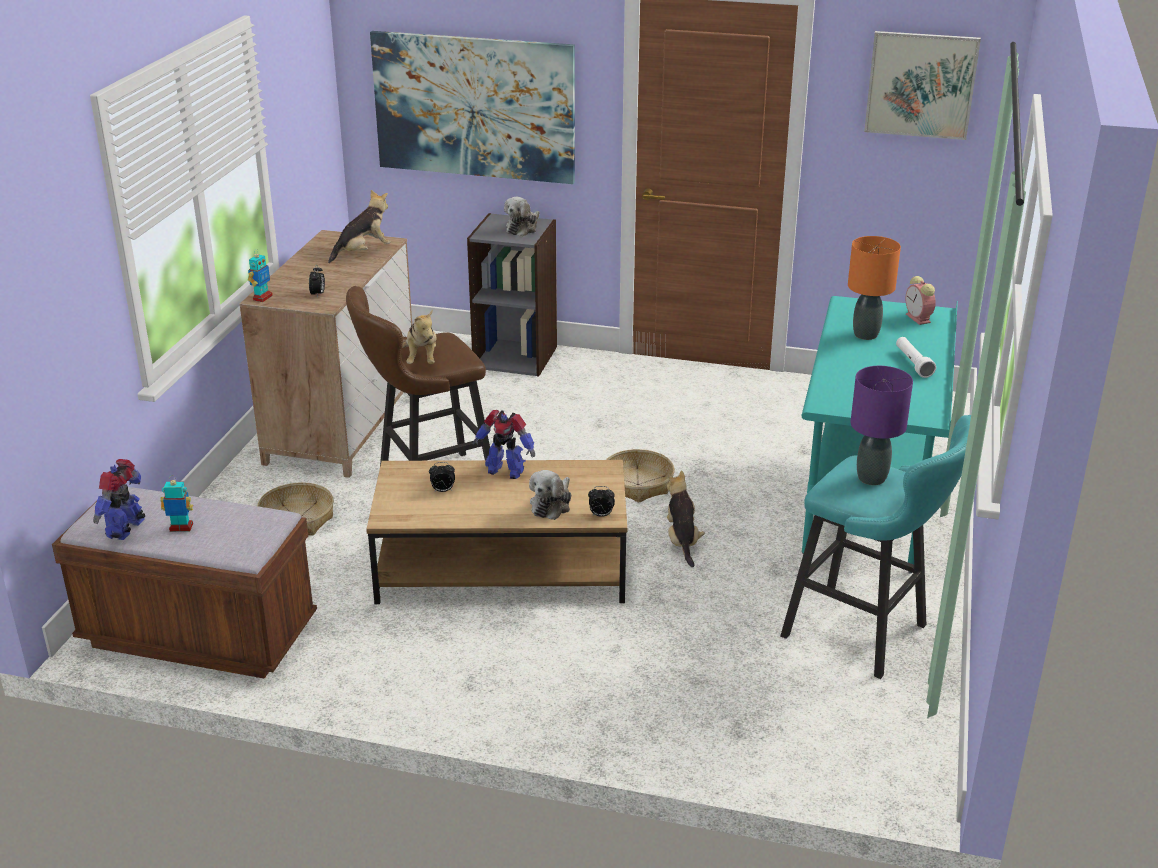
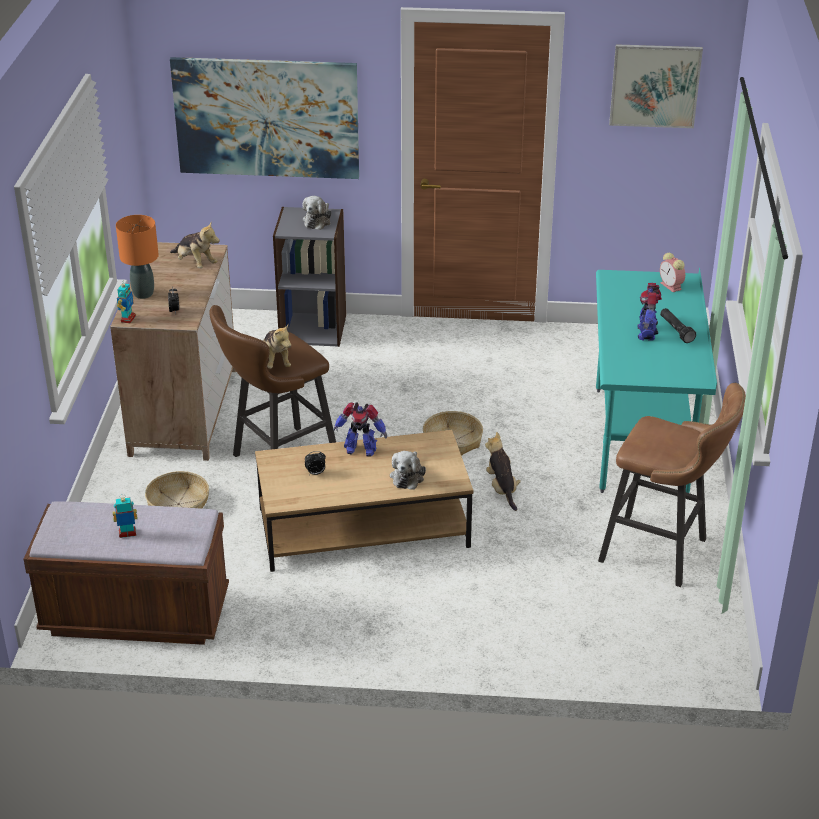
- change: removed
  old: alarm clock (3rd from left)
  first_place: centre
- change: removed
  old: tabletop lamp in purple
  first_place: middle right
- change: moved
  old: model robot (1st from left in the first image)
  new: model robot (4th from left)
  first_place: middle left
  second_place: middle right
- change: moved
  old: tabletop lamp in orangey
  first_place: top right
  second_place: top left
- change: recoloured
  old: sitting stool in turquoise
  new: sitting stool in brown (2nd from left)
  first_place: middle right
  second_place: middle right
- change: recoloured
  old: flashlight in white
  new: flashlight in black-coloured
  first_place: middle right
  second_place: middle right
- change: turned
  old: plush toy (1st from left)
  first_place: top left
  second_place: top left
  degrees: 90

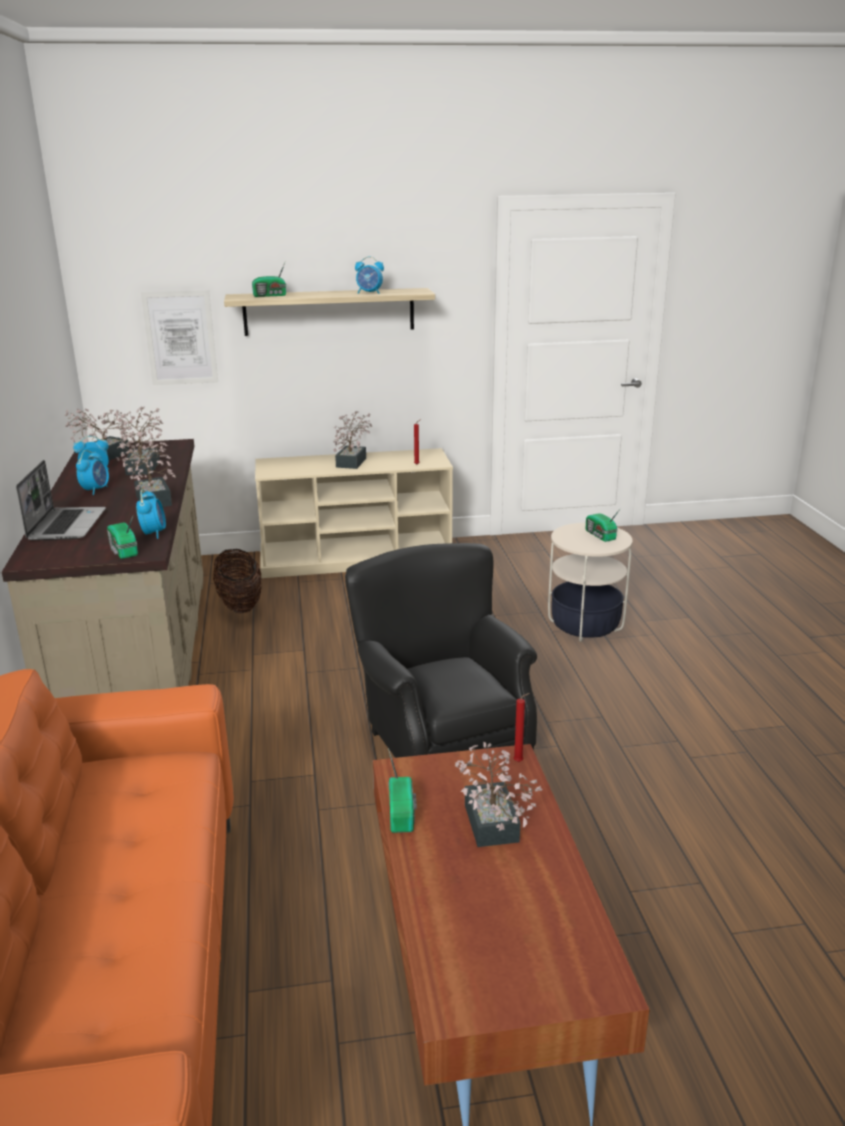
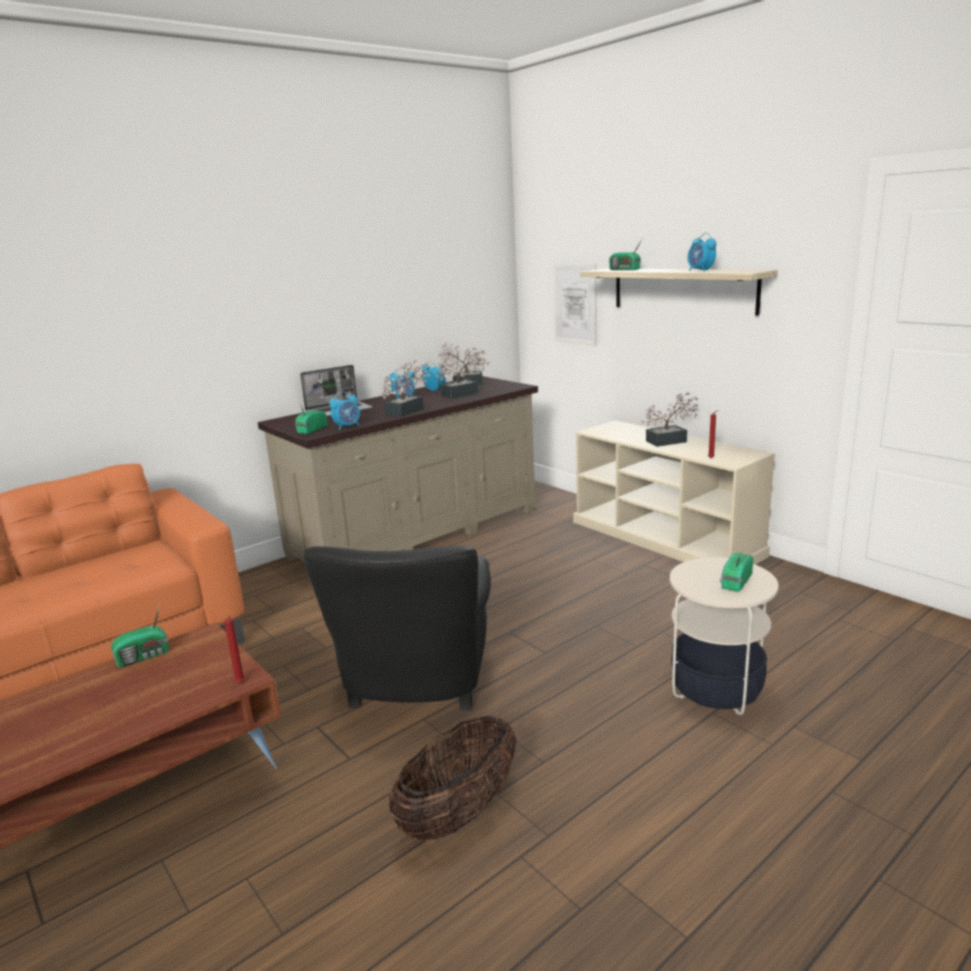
- change: removed
  old: potted plant (5th from left)
  first_place: bottom centre
- change: moved
  old: basket
  first_place: middle left
  second_place: bottom centre
- change: turned
  old: lounge chair in black-coloured
  first_place: centre
  second_place: centre
  degrees: 150

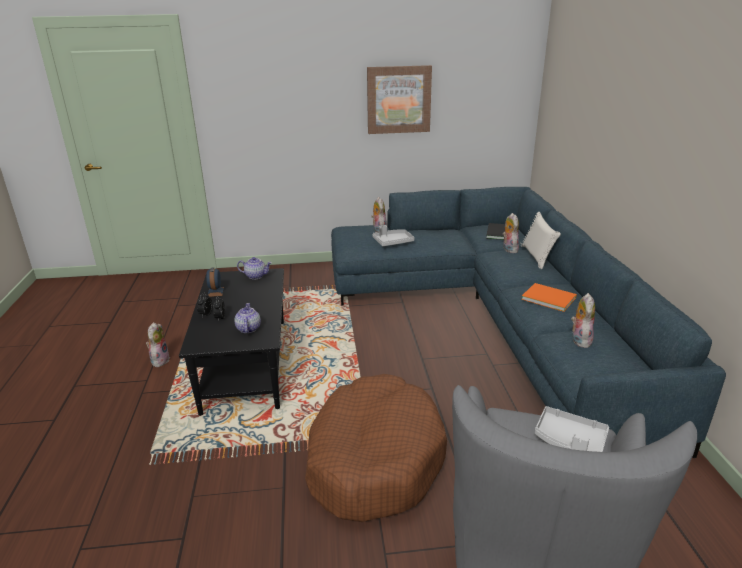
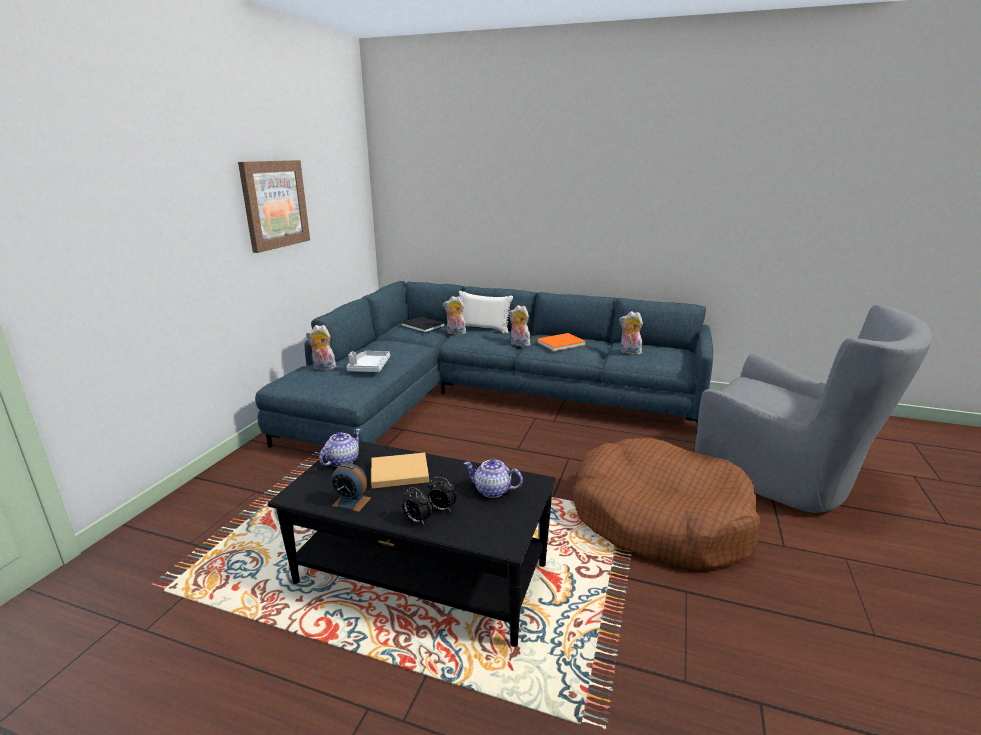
- change: removed
  old: serving tray in greyish (2nd from left)
  first_place: bottom right
- change: added
  new: volume in beige-coloured
  second_place: centre
- change: moved
  old: plush toy (1st from left in the first image)
  new: plush toy (3rd from left)
  first_place: middle left
  second_place: centre

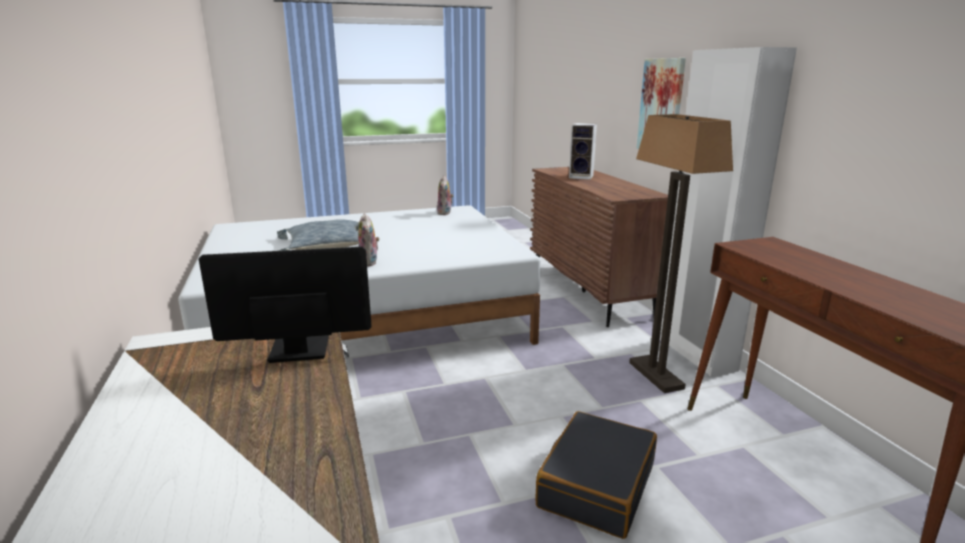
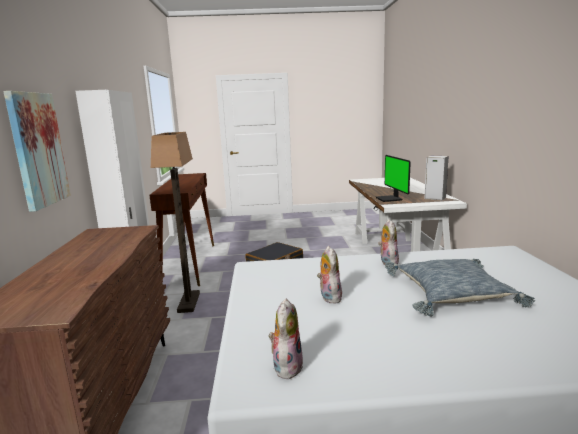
- change: added
  new: plush toy (2nd from left)
  second_place: centre
- change: moved
  old: speaker
  first_place: top centre
  second_place: middle right
- change: turned
  old: computer screen
  first_place: middle left
  second_place: middle right
  degrees: 75

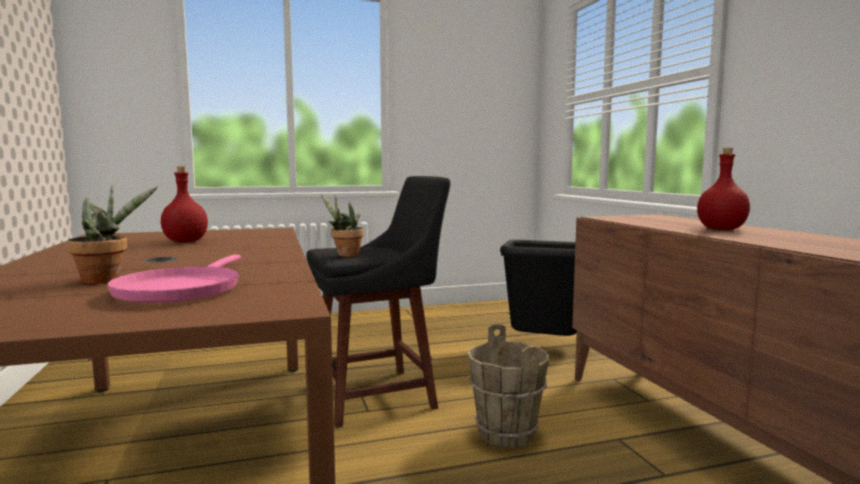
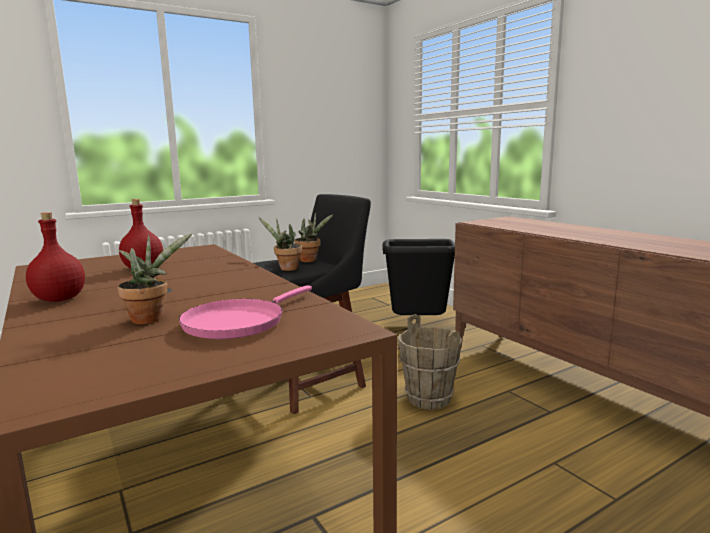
- change: added
  new: potted plant (3rd from left)
  second_place: centre
- change: moved
  old: drink bottle in reddish (2nd from left in the first image)
  new: drink bottle in reddish (1st from left)
  first_place: middle right
  second_place: middle left
- change: turned
  old: pan in pinkish
  first_place: middle left
  second_place: centre
  degrees: 45

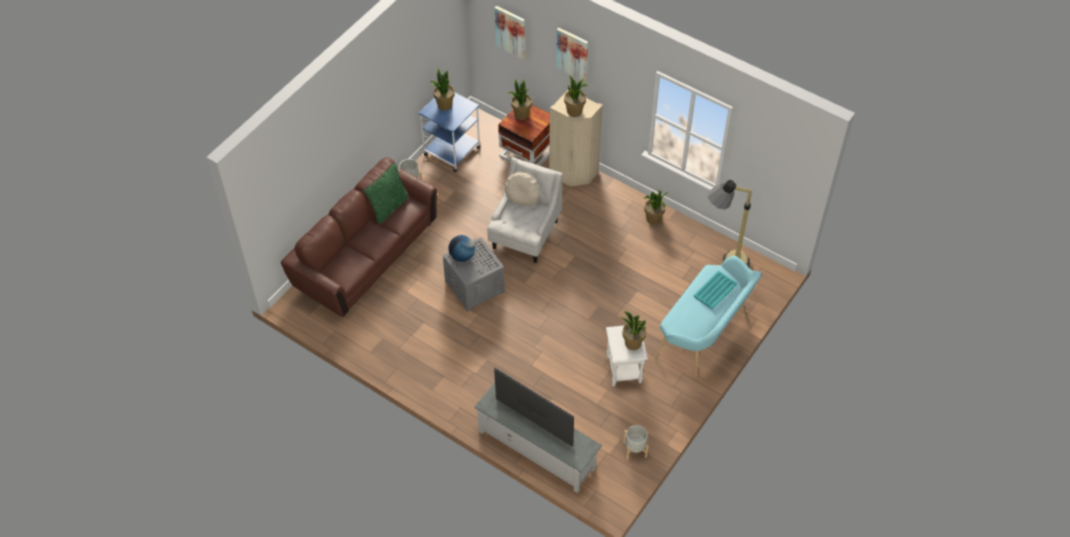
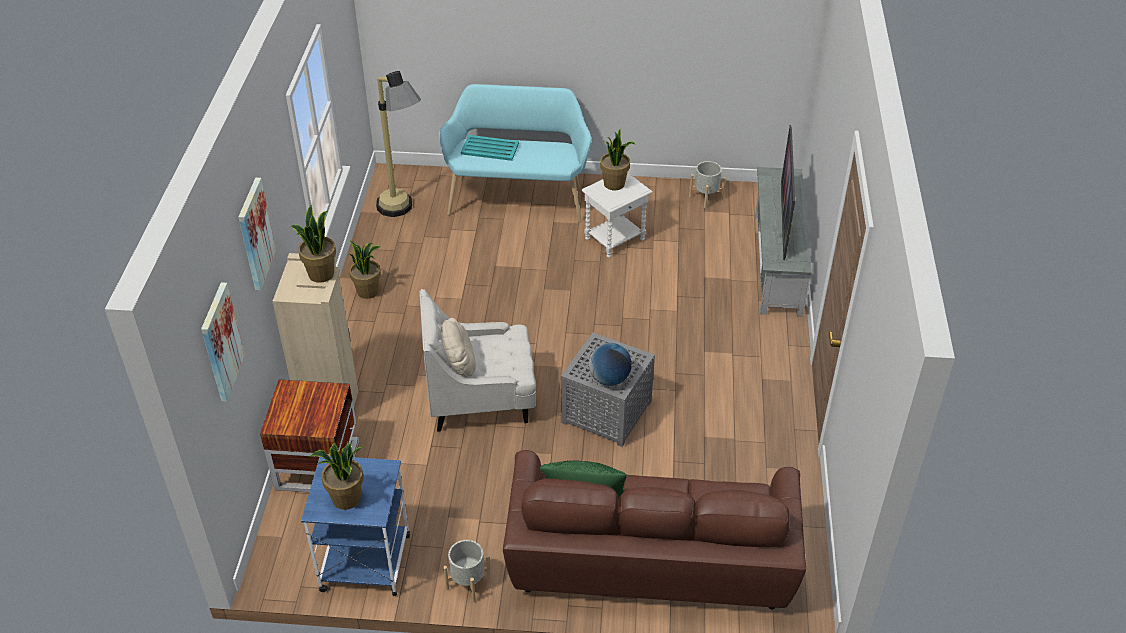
- change: removed
  old: potted plant (2nd from left)
  first_place: top centre

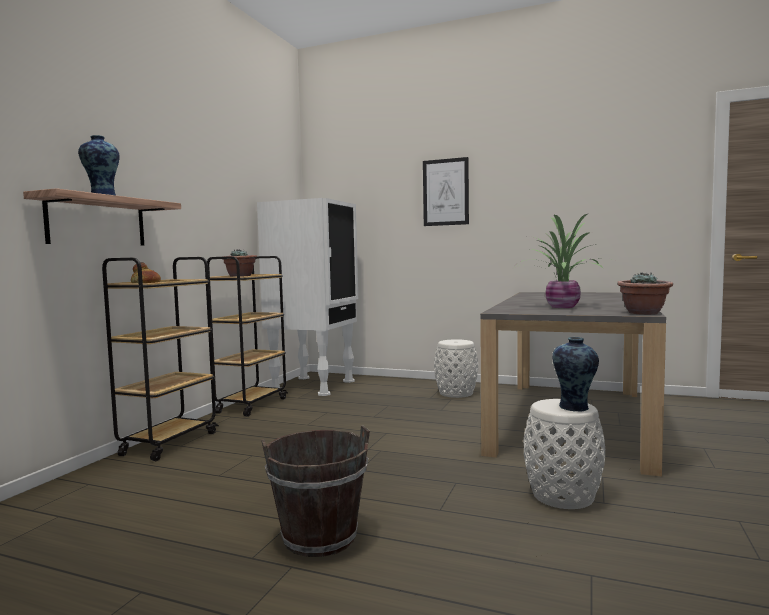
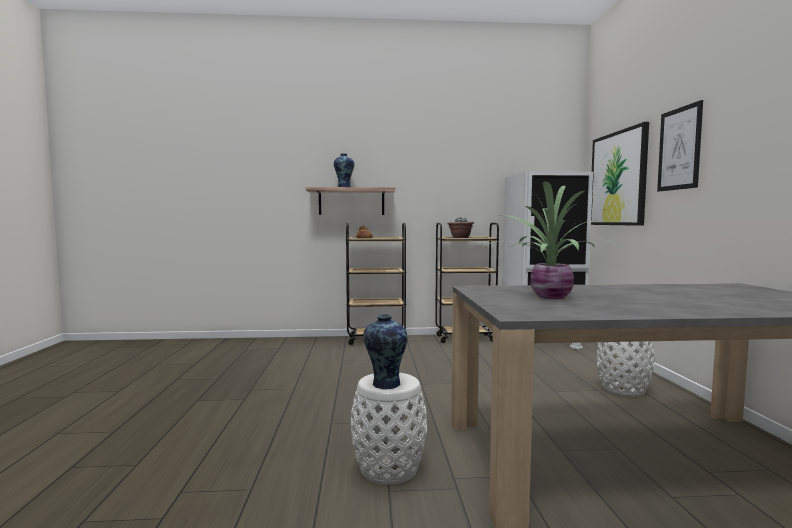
- change: removed
  old: bucket in brown
  first_place: bottom centre
- change: removed
  old: potted plant (3rd from left)
  first_place: middle right
- change: added
  new: wall art (1st from left)
  second_place: top right

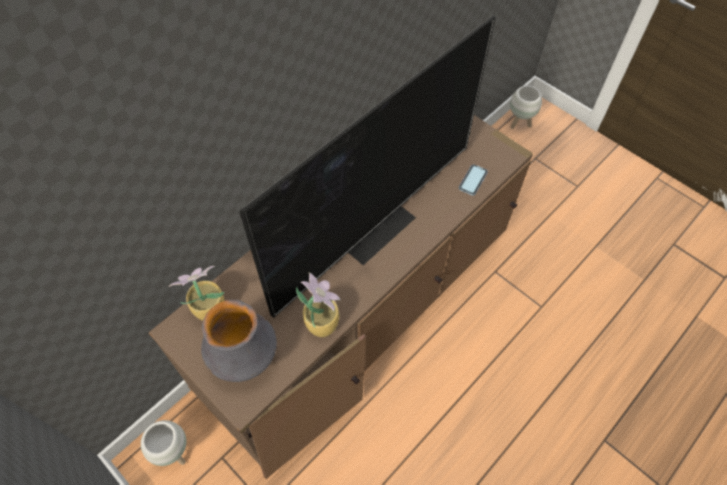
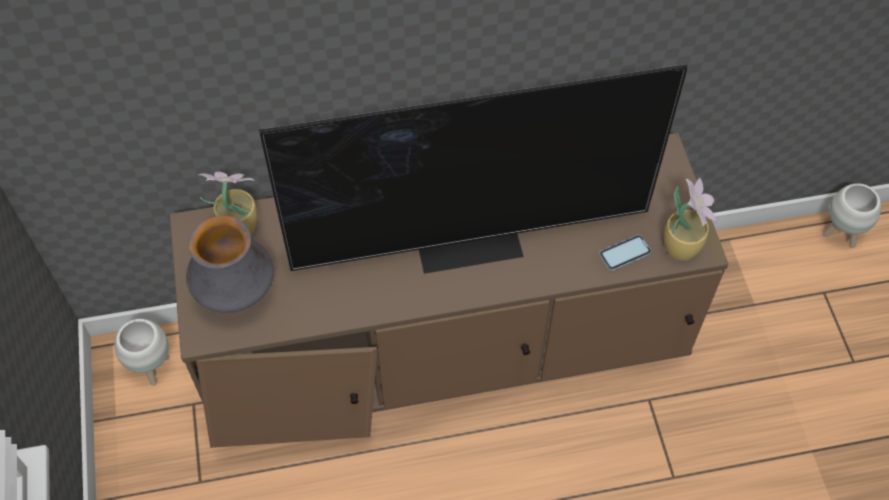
- change: moved
  old: potted plant (2nd from left)
  first_place: centre
  second_place: middle right

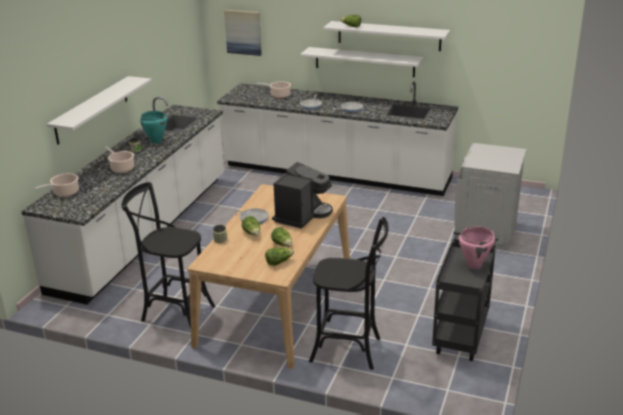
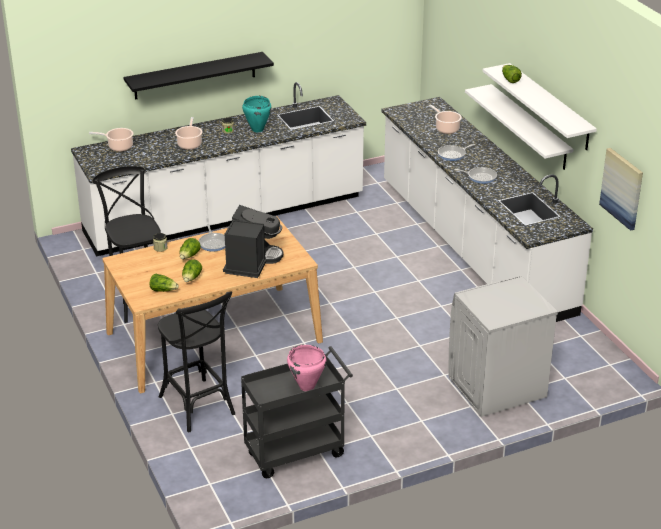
- change: moved
  old: wall art
  first_place: top centre
  second_place: middle right
- change: recoloured
  old: shelf in white (1st from left)
  new: shelf in black-coloured
  first_place: top left
  second_place: top left
- change: turned
  old: coffee machine
  first_place: centre
  second_place: centre
  degrees: -60

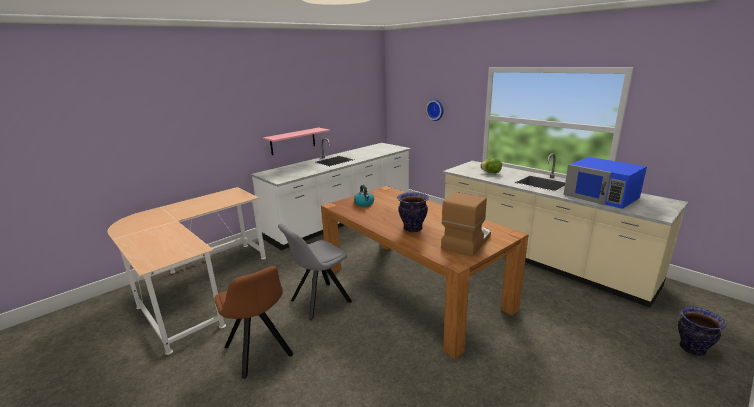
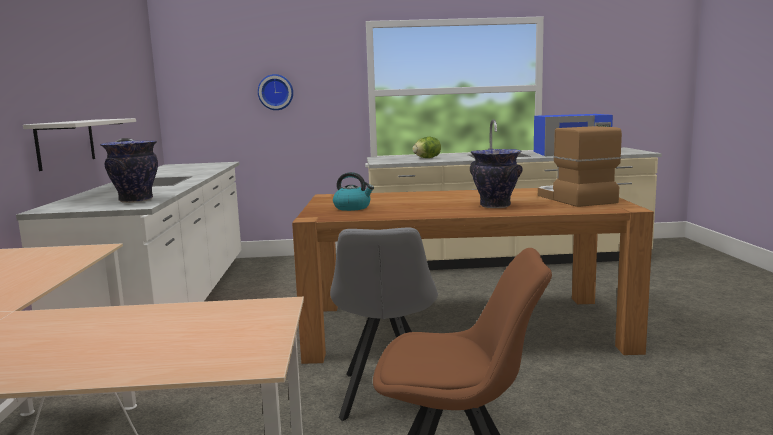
- change: moved
  old: flower vase (2nd from left in the first image)
  new: flower vase (1st from left)
  first_place: bottom right
  second_place: middle left
- change: recoloured
  old: shelf in pinkish
  new: shelf in white
  first_place: centre
  second_place: top left

